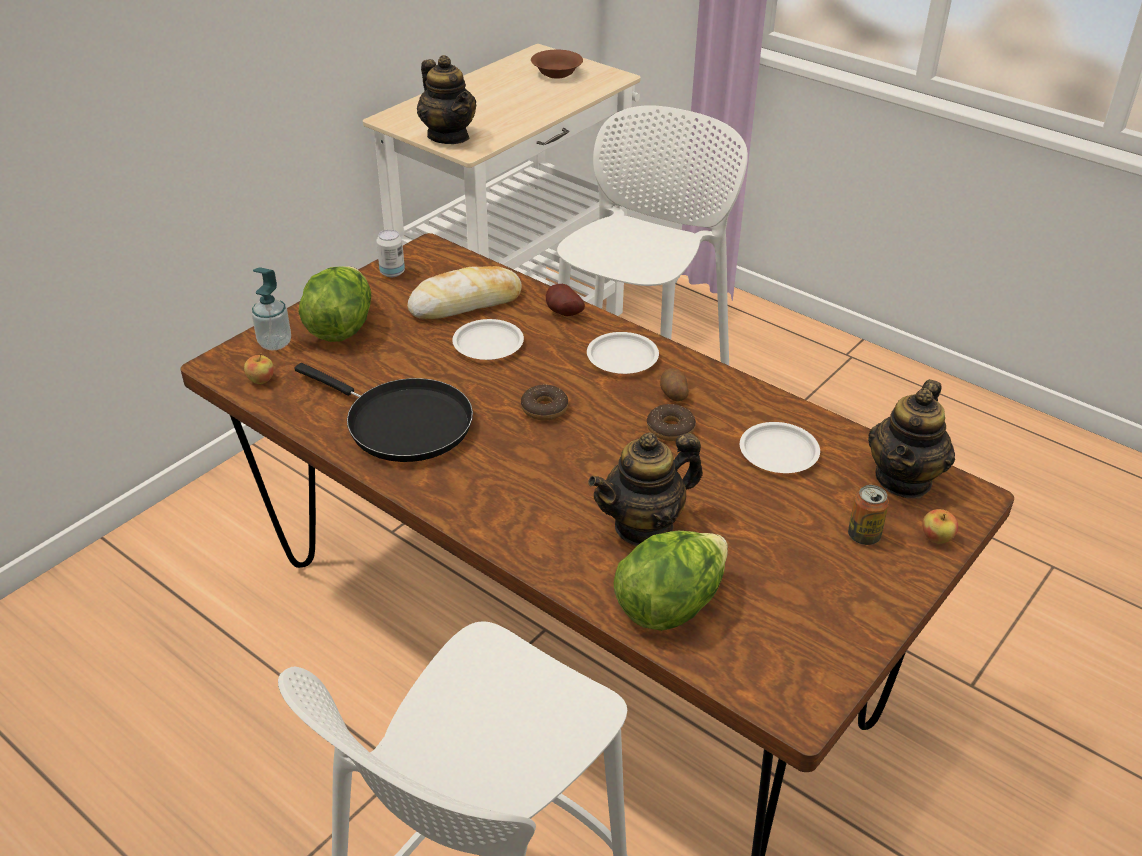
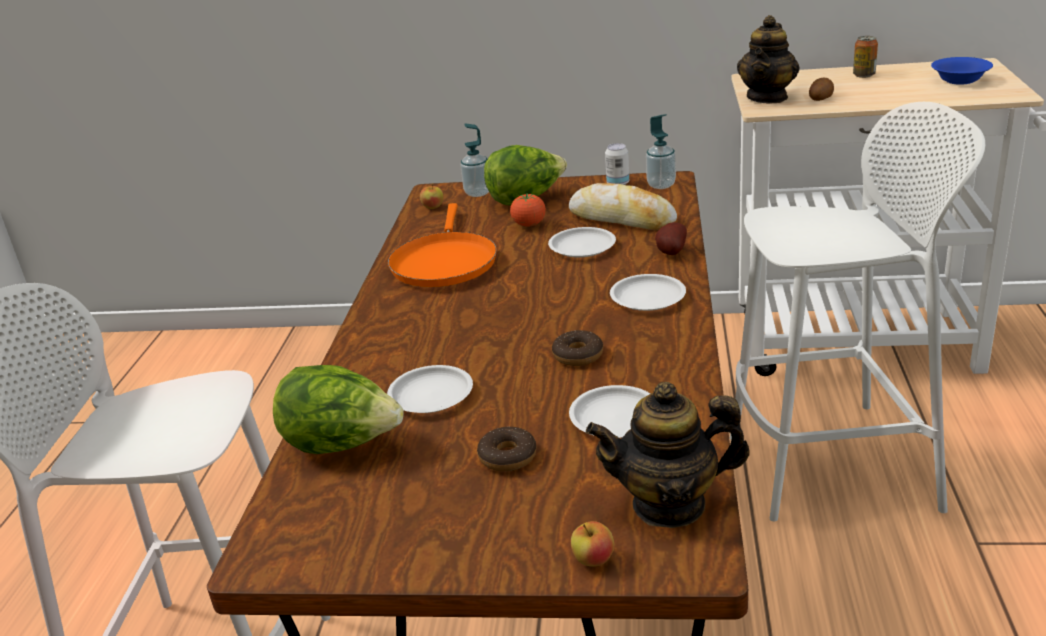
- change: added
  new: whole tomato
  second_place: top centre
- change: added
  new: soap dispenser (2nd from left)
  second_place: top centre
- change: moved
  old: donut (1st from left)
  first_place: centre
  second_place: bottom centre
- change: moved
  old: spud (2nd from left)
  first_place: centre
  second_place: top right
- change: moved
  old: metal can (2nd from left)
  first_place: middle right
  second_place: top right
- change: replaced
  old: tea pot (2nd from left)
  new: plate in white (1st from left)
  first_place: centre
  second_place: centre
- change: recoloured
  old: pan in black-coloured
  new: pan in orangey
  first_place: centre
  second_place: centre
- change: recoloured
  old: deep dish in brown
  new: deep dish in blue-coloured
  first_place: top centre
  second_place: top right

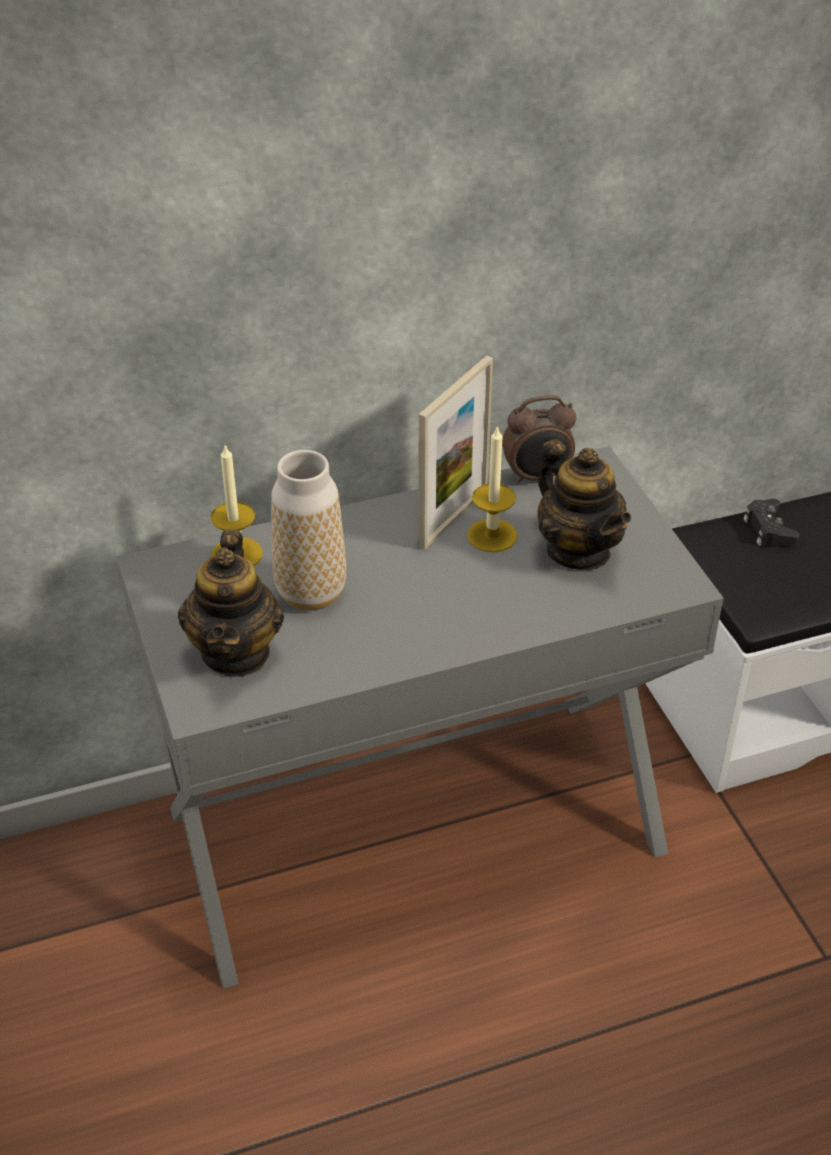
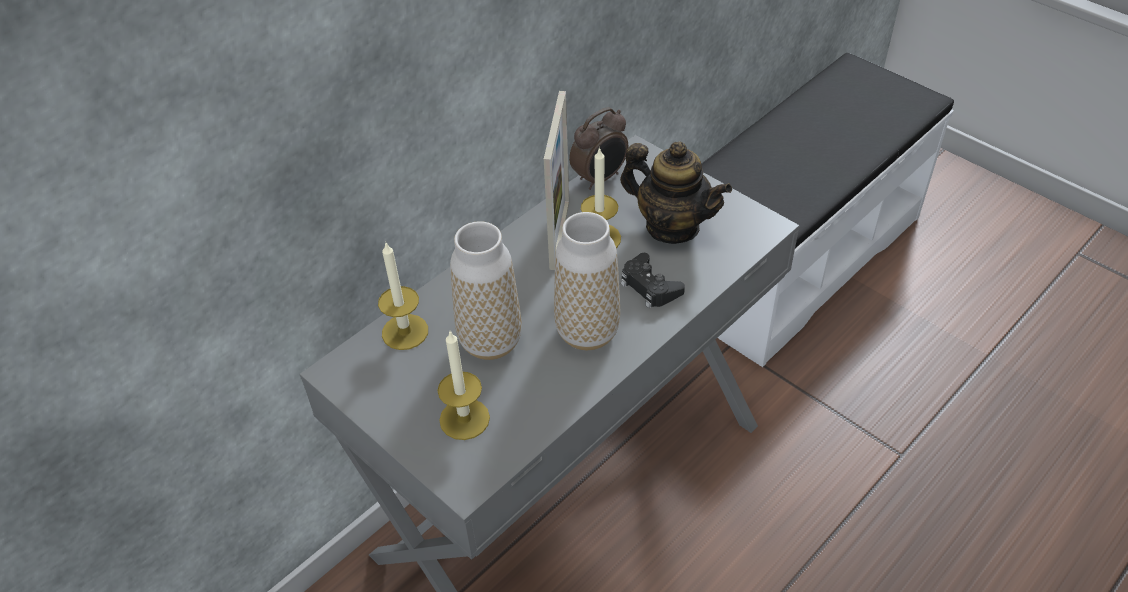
- change: added
  new: flower vase (2nd from left)
  second_place: centre
- change: moved
  old: joypad in black-coloured
  first_place: middle right
  second_place: centre
- change: replaced
  old: tea pot (1st from left)
  new: wax light (2nd from left)
  first_place: middle left
  second_place: centre

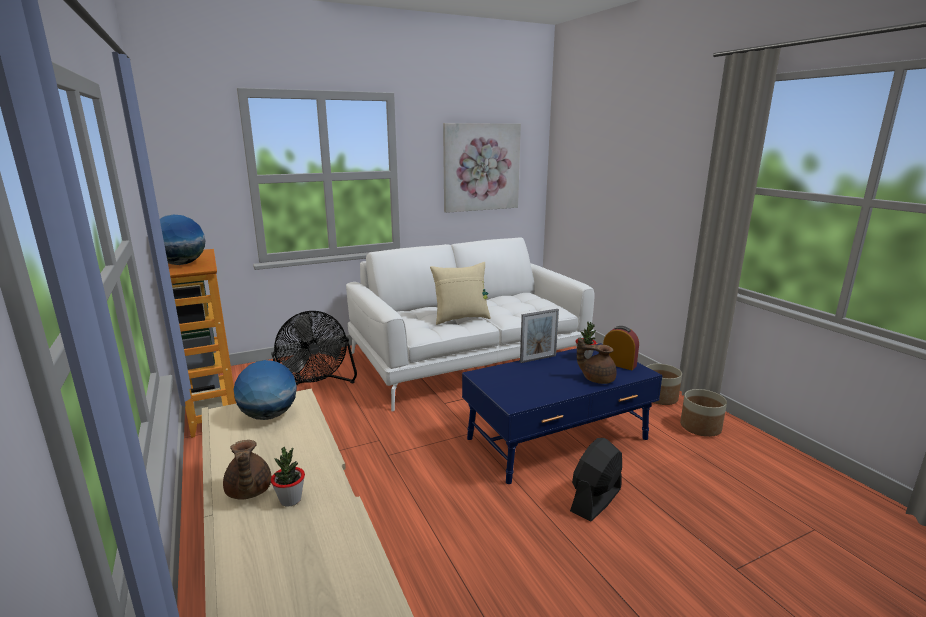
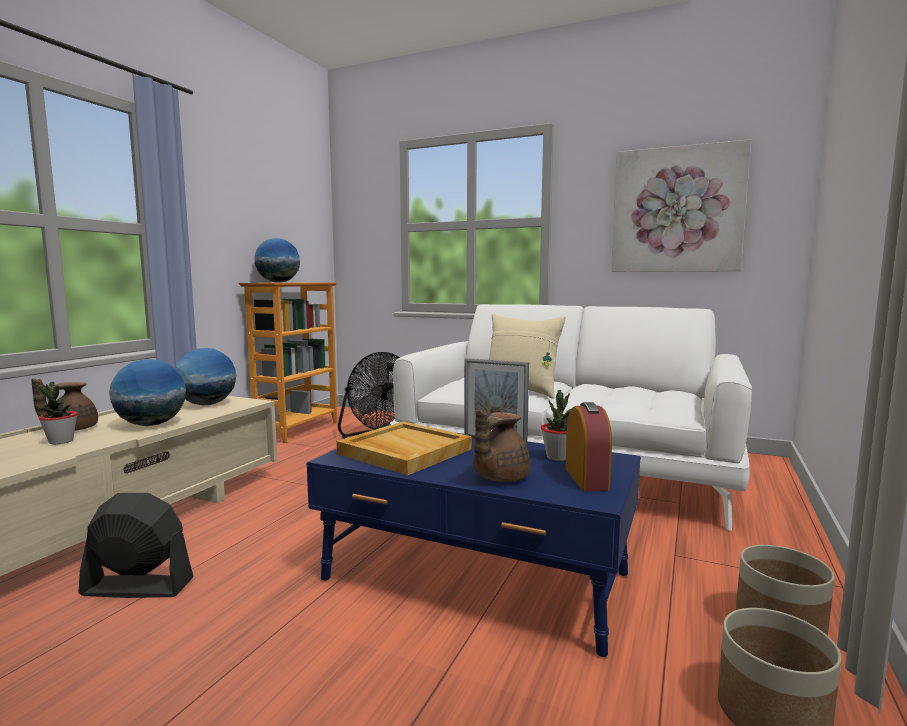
- change: added
  new: world globe (1st from left)
  second_place: middle left
- change: added
  new: serving tray in beige-coloured
  second_place: centre
- change: moved
  old: electric fan in black-coloured (2nd from left in the first image)
  new: electric fan in black-coloured (1st from left)
  first_place: bottom centre
  second_place: bottom left
- change: turned
  old: tea pot in brown (2nd from left)
  first_place: centre
  second_place: centre
  degrees: -120

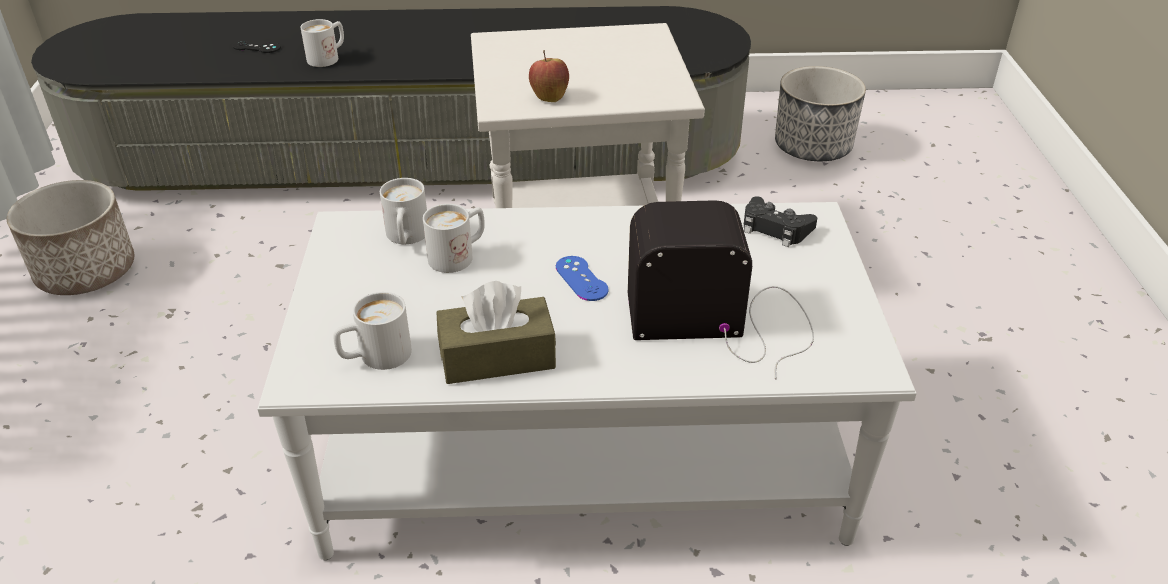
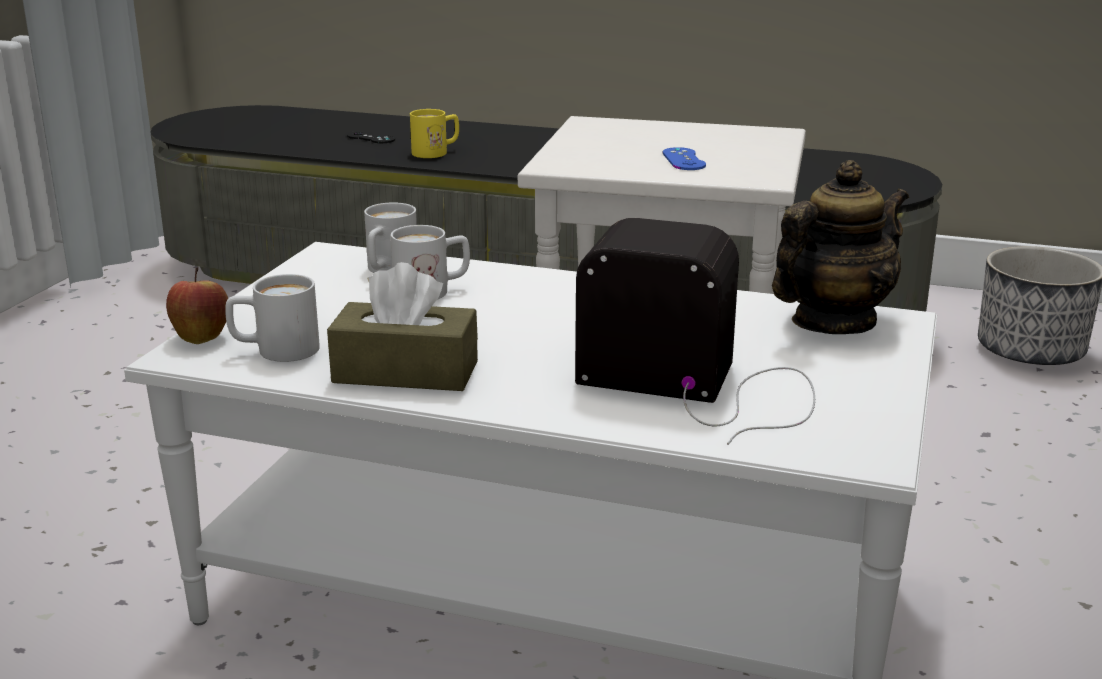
- change: removed
  old: flower pot (1st from left)
  first_place: middle left
- change: moved
  old: apple
  first_place: top centre
  second_place: middle left
- change: moved
  old: joypad in blue-coloured
  first_place: centre
  second_place: top centre
- change: replaced
  old: joypad in black-coloured (2nd from left)
  new: tea pot
  first_place: middle right
  second_place: middle right
- change: recoloured
  old: tea mug in white (1st from left)
  new: tea mug in yellow-coloured
  first_place: top left
  second_place: top centre

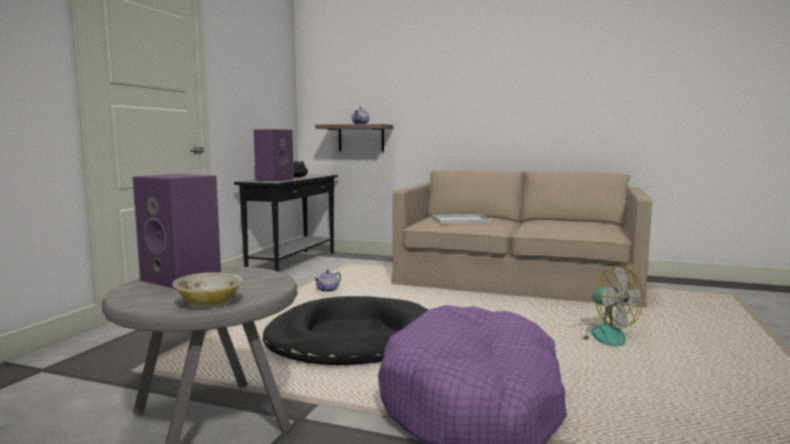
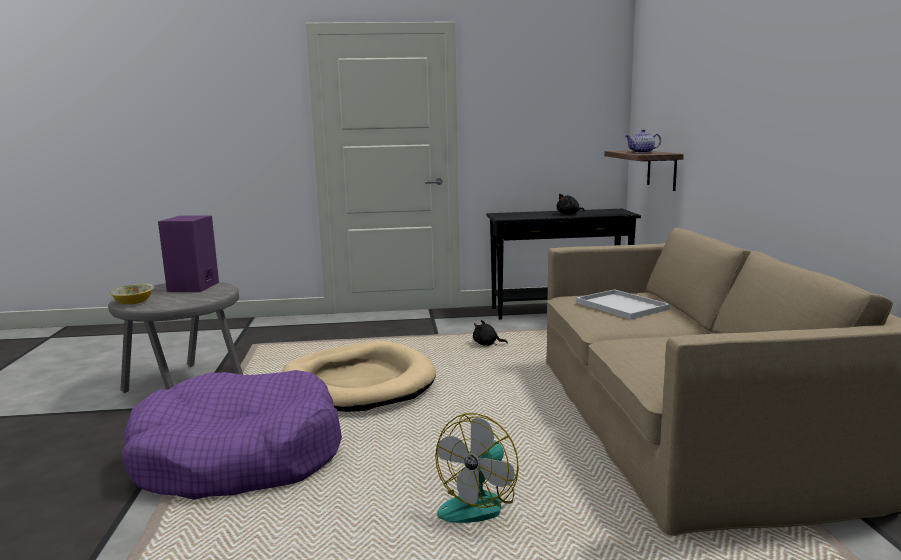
- change: removed
  old: speaker in purple (2nd from left)
  first_place: centre
- change: replaced
  old: tea pot (1st from left)
  new: plush toy in black-coloured (1st from left)
  first_place: centre
  second_place: centre
- change: recoloured
  old: pet bed in black-coloured
  new: pet bed in beige-coloured
  first_place: bottom centre
  second_place: bottom centre

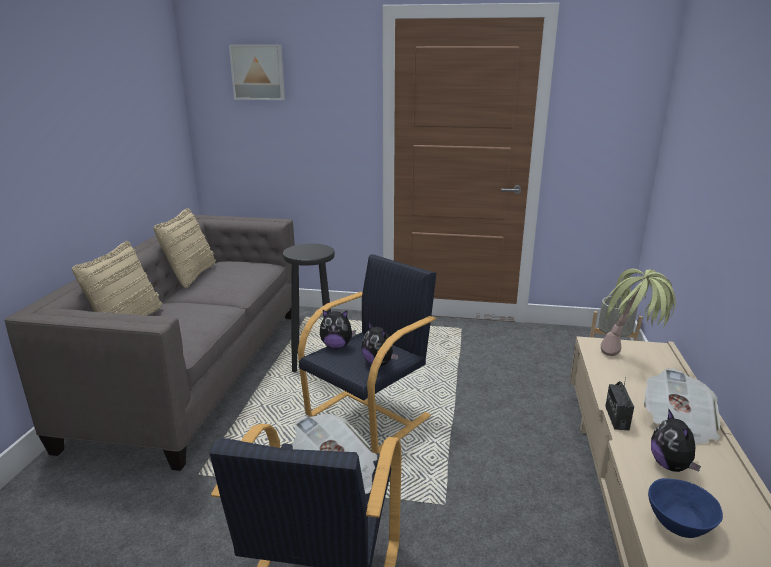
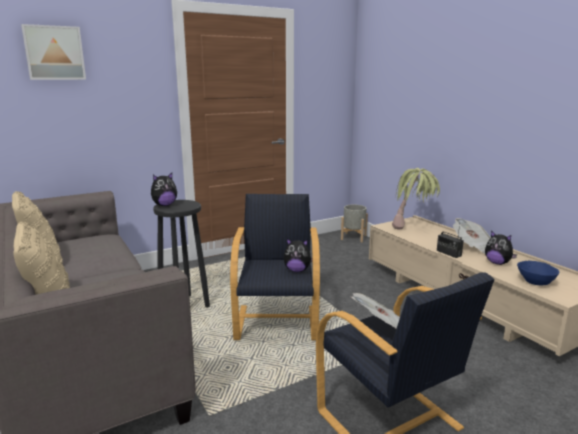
- change: moved
  old: plush toy (1st from left)
  first_place: centre
  second_place: middle left

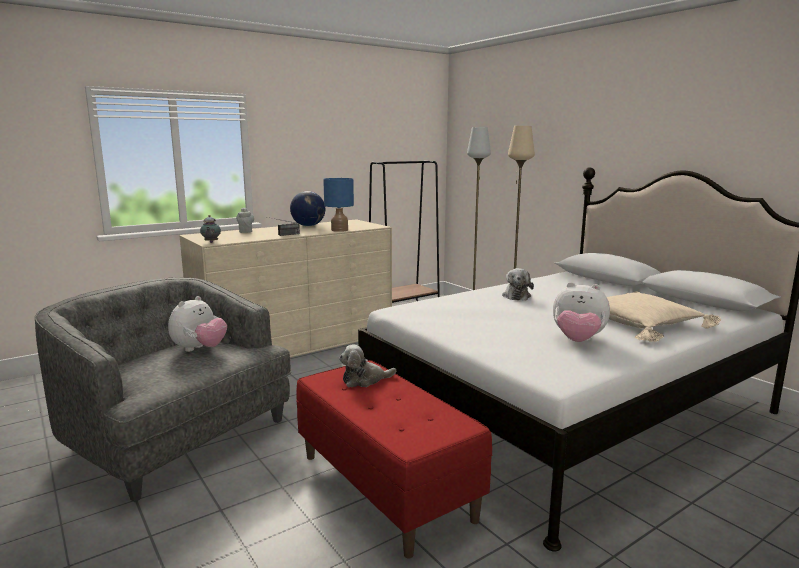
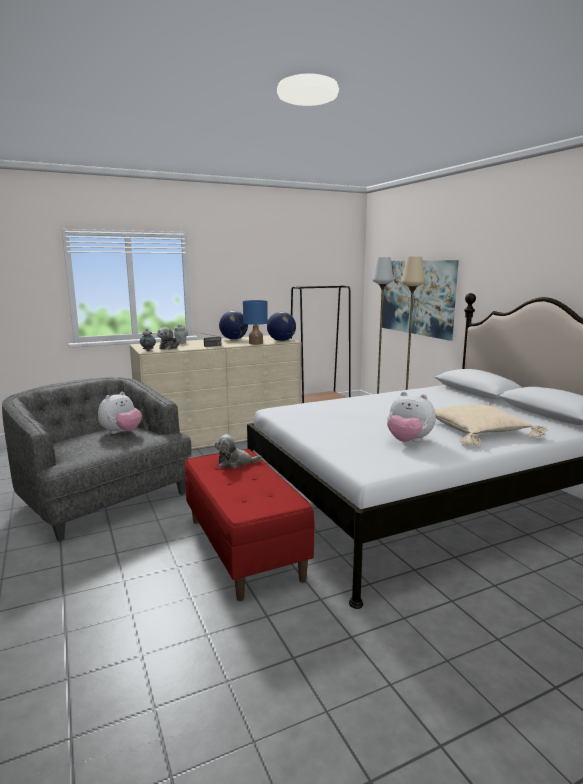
- change: added
  new: world globe (2nd from left)
  second_place: centre
- change: added
  new: wall art
  second_place: middle right
- change: moved
  old: plush toy (3rd from left in the first image)
  new: plush toy (2nd from left)
  first_place: centre
  second_place: middle left

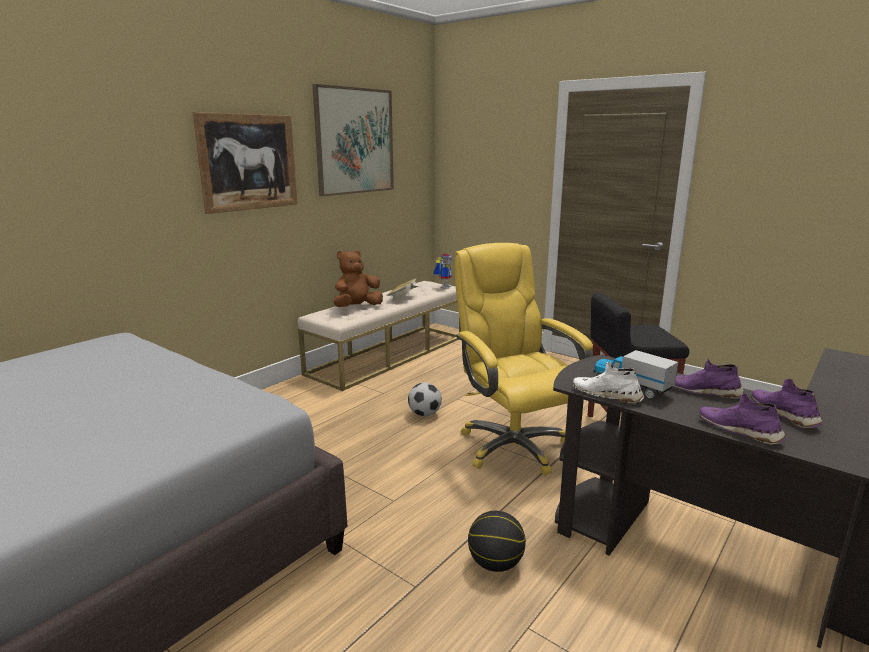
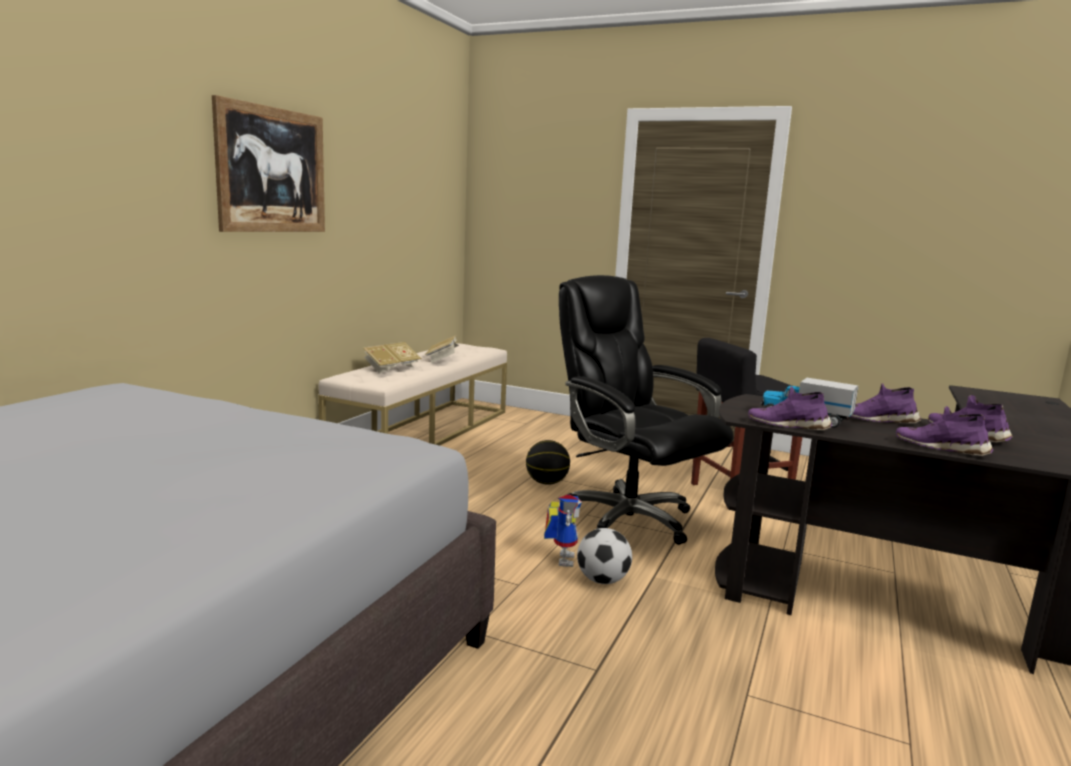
- change: removed
  old: wall art (2nd from left)
  first_place: top centre
- change: moved
  old: football
  first_place: centre
  second_place: bottom centre
- change: moved
  old: model robot
  first_place: centre
  second_place: bottom centre
- change: moved
  old: basketball ball
  first_place: bottom centre
  second_place: centre
- change: replaced
  old: plush toy in brown
  new: volume (1st from left)
  first_place: centre
  second_place: centre
- change: recoloured
  old: computer chair in yellow-coloured
  new: computer chair in black-coloured
  first_place: centre
  second_place: centre
- change: recoloured
  old: shoe in white
  new: shoe in purple (1st from left)
  first_place: middle right
  second_place: middle right

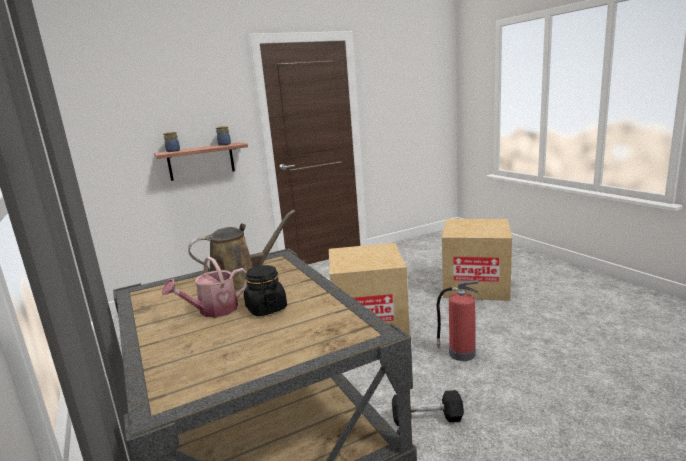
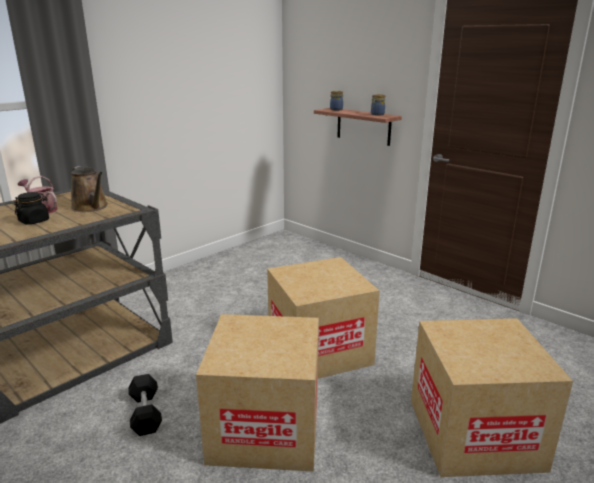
- change: replaced
  old: extinguisher
  new: cardboard box (1st from left)
  first_place: bottom centre
  second_place: bottom centre

